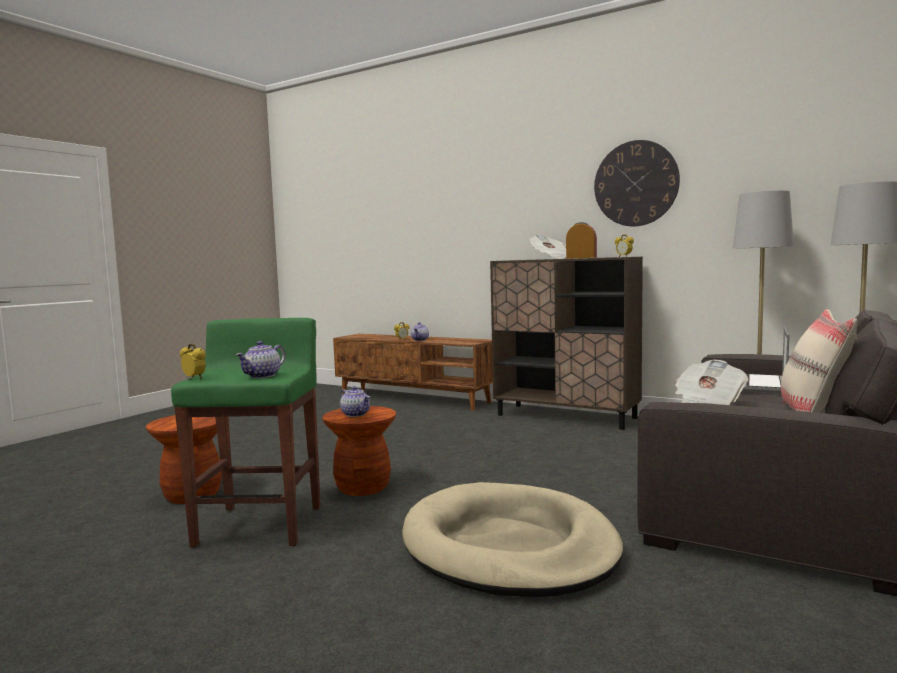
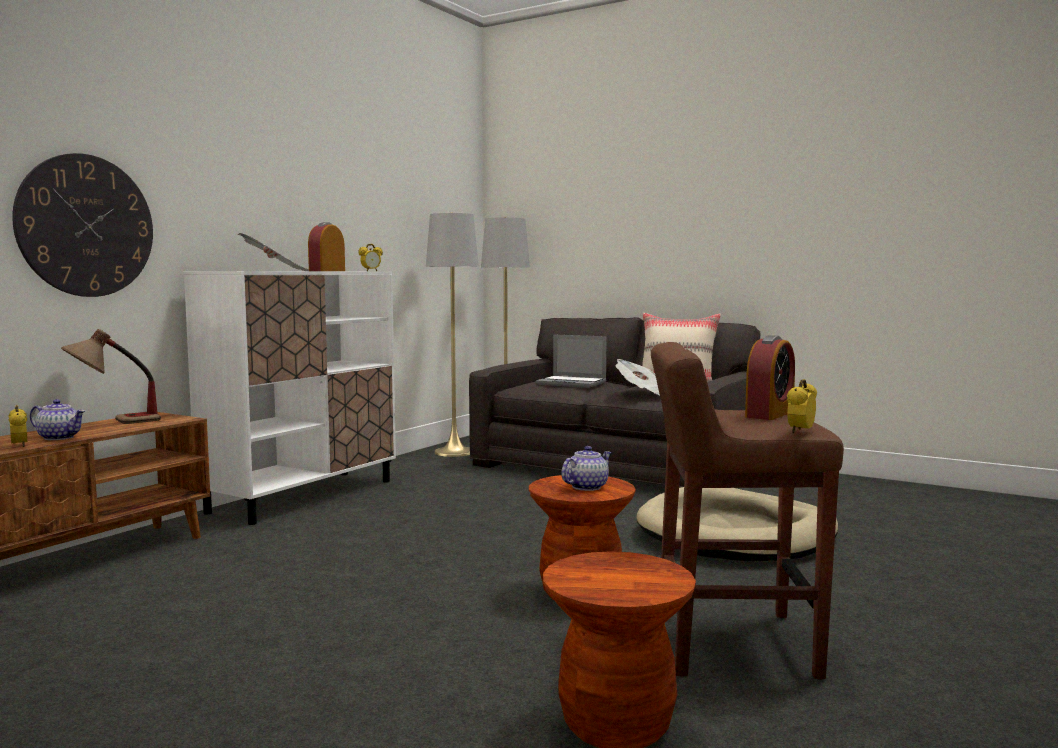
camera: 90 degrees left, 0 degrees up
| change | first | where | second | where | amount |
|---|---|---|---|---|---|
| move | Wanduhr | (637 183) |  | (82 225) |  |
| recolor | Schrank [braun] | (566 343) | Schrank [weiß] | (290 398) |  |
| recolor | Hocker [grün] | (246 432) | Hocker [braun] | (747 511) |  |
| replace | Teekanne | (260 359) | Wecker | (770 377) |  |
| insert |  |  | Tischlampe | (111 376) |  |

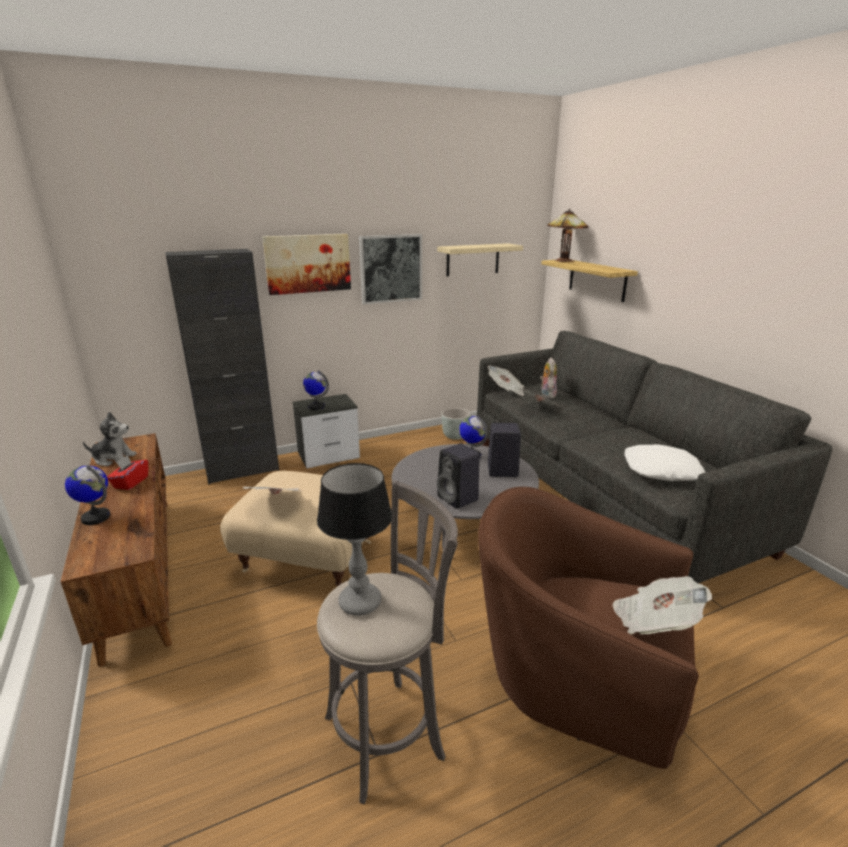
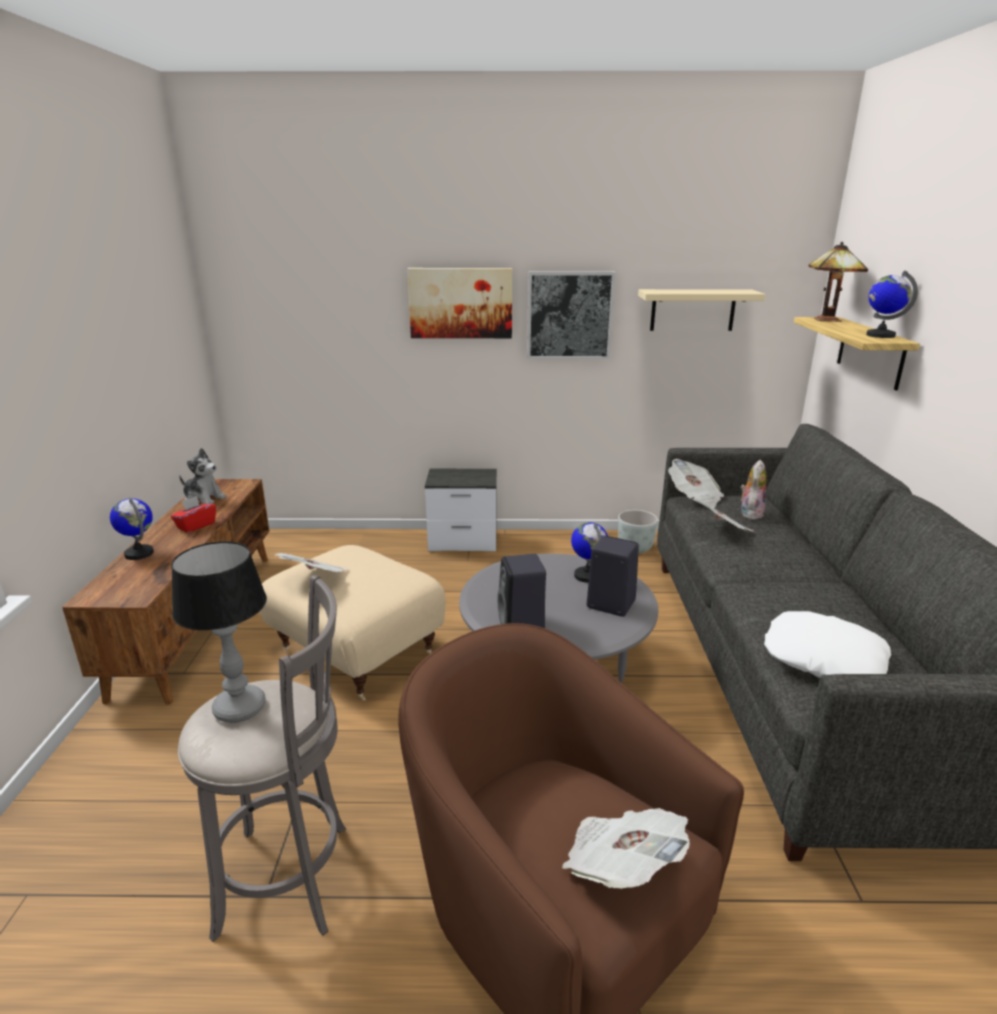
camera: 25 degrees right, 0 degrees up
| change | first | where | second | where | amount |
|---|---|---|---|---|---|
| delete | Schrank [schwarz] | (222 366) |  |  |  |
| move | Globus | (316 390) |  | (892 304) |  |

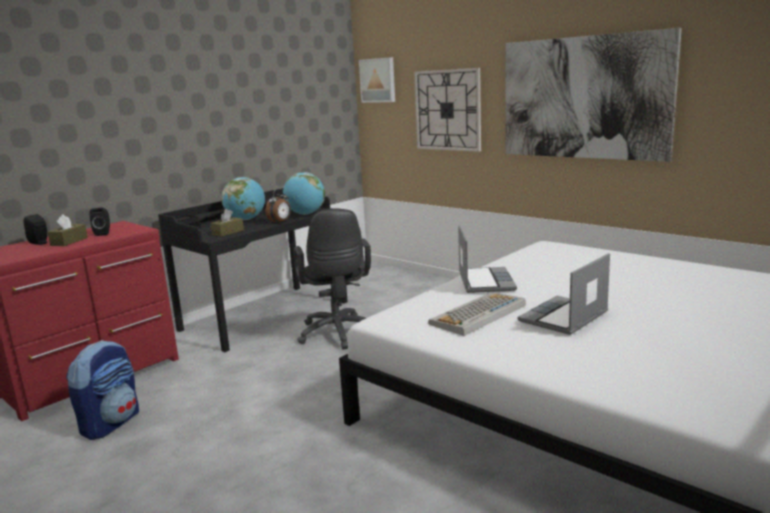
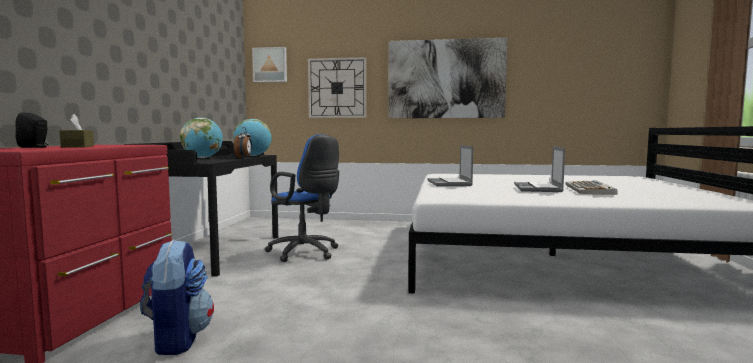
camera: 35 degrees left, 10 degrees down
| change | first | where | second | where | amount |
|---|---|---|---|---|---|
| delete | Lautsprecher [schwarz] | (99 222) |  |  |  |
| recolor | Bürostuhl [schwarz] | (332 279) | Bürostuhl [blau] | (302 198) |  |
| delete | Taschentuchbox [braun] | (227 223) |  |  |  |
| rotate | Laptop | (487 259) |  | (450 165) | 150 degrees counterclockwise |
| move | Tastatur | (477 314) |  | (591 187) |  |

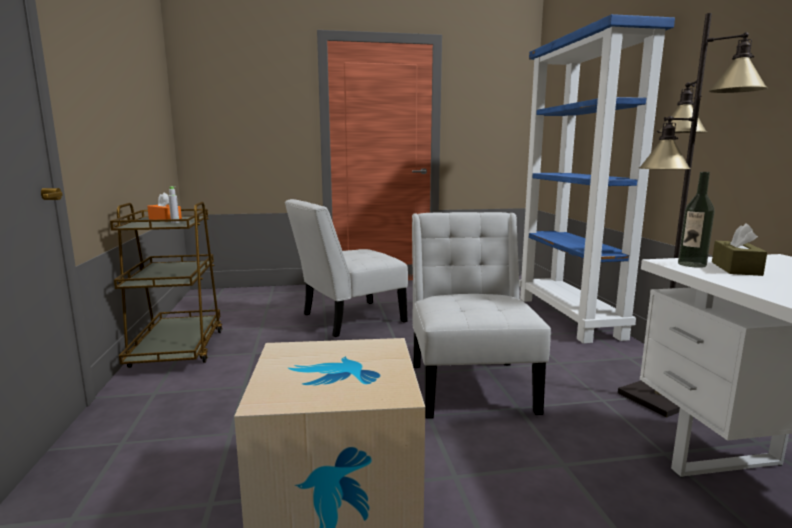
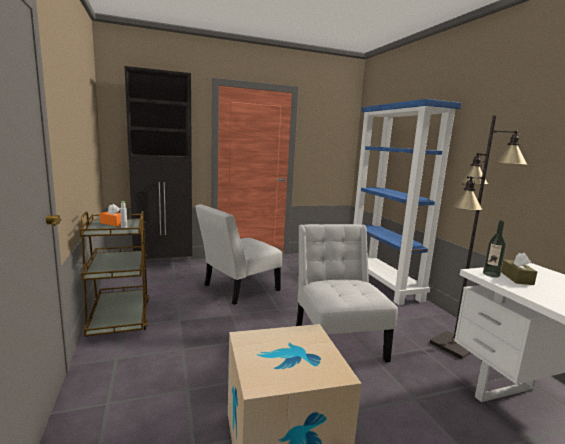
camera: 10 degrees left, 0 degrees up
| change | first | where | second | where | amount |
|---|---|---|---|---|---|
| insert |  |  | Schrank [schwarz] | (158 167) |  |

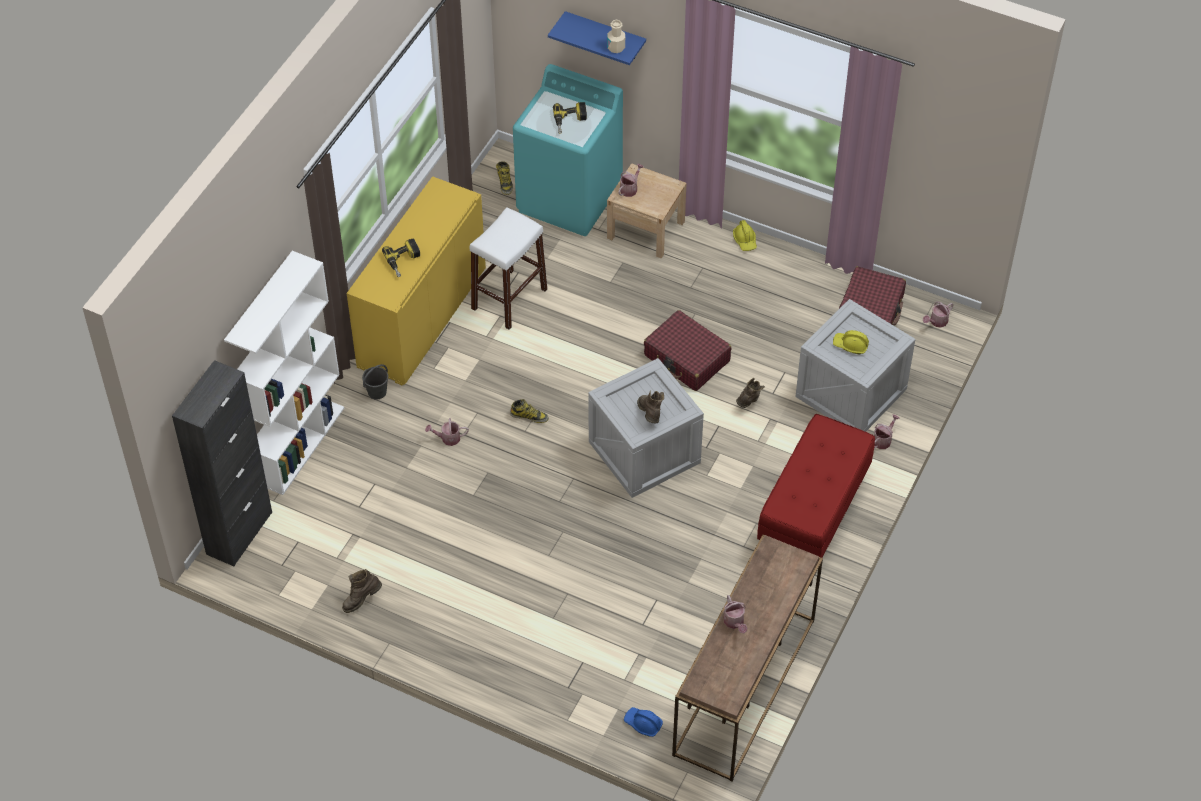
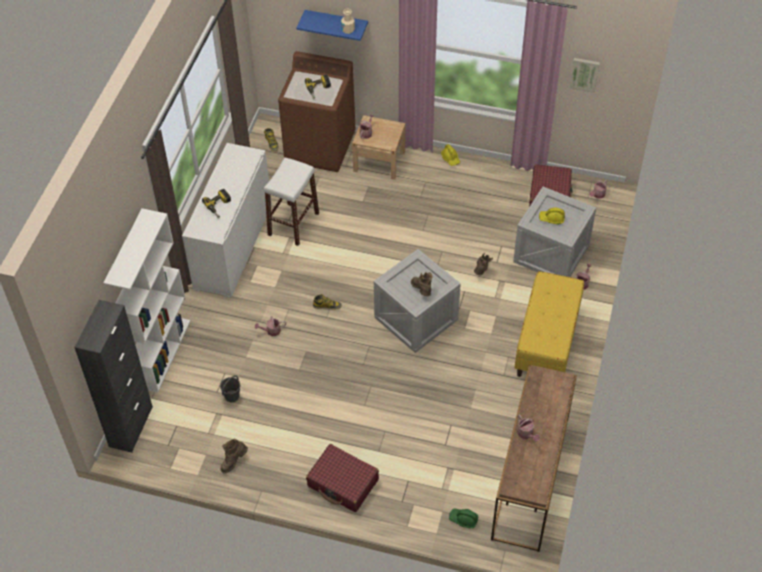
camera: 10 degrees left, 0 degrees up
| change | first | where | second | where | amount |
|---|---|---|---|---|---|
| recolor | Waschmaschine [türkis] | (568 150) | Waschmaschine [braun] | (317 111) |  |
| recolor | Schrank [gelb] | (416 281) | Schrank [weiß] | (227 220) |  |
| move | Koffer [rot] | (687 350) |  | (342 478) |  |
| move | Eimer [grau] | (375 382) |  | (230 388) |  |
| recolor | Bank [rot] | (816 486) | Bank [gelb] | (549 324) |  |
| recolor | Schutzhelm [blau] | (643 722) | Schutzhelm [grün] | (463 518) |  |
| insert |  |  | Bild | (585 75) |  |

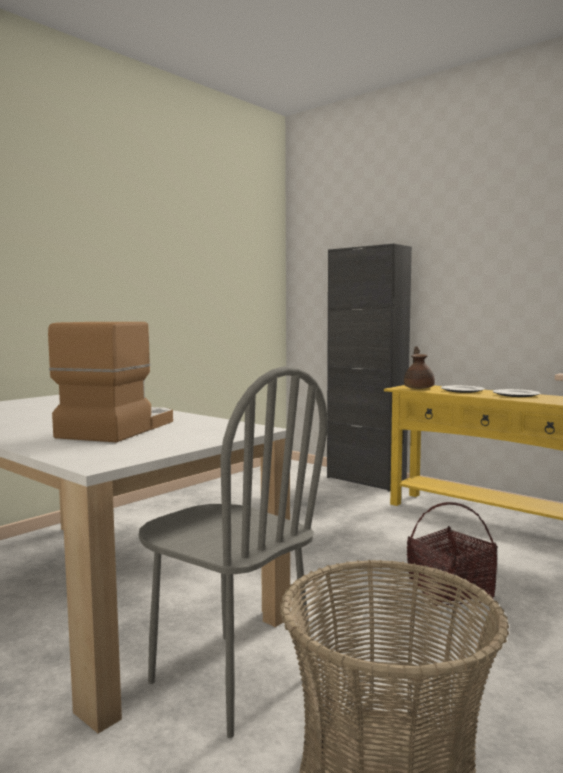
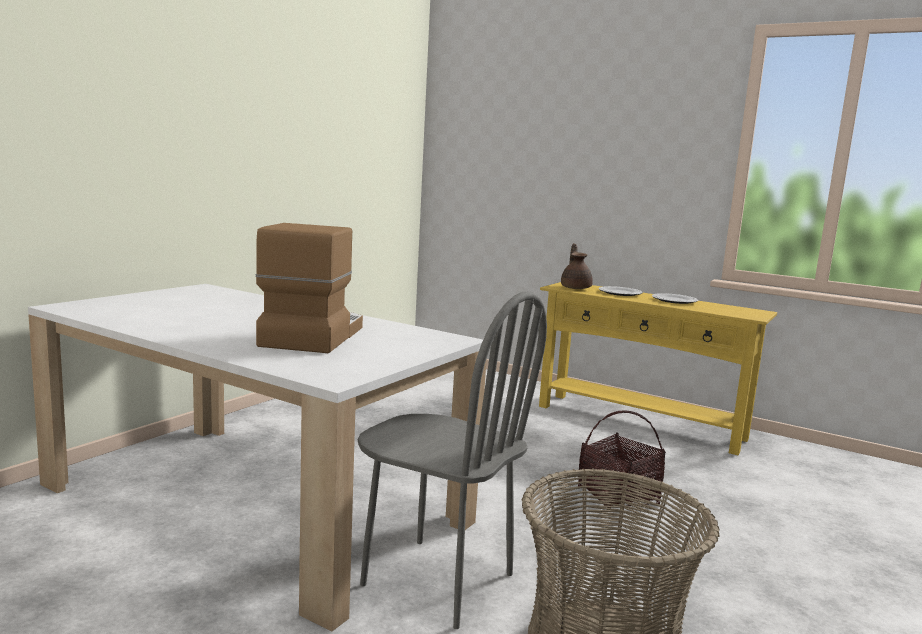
camera: 10 degrees left, 5 degrees up
| change | first | where | second | where | amount |
|---|---|---|---|---|---|
| delete | Schrank [schwarz] | (369 367) |  |  |  |

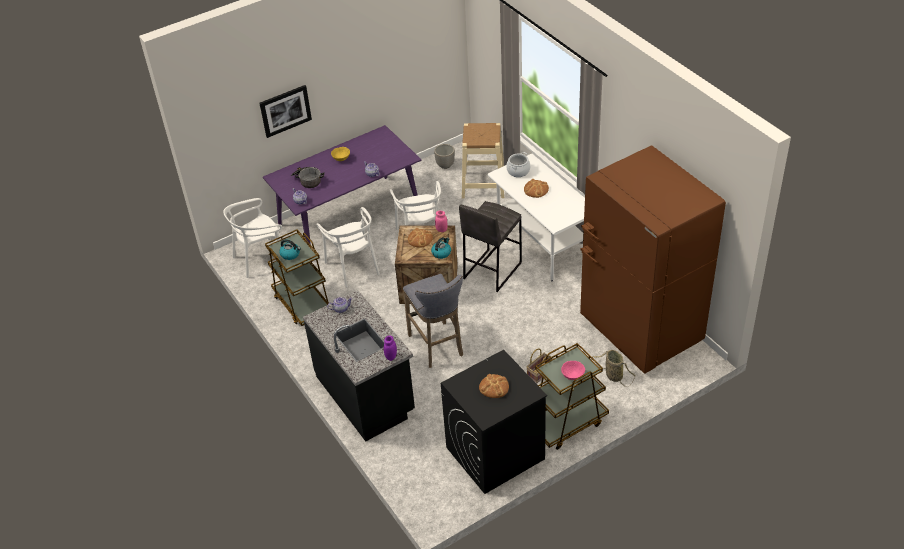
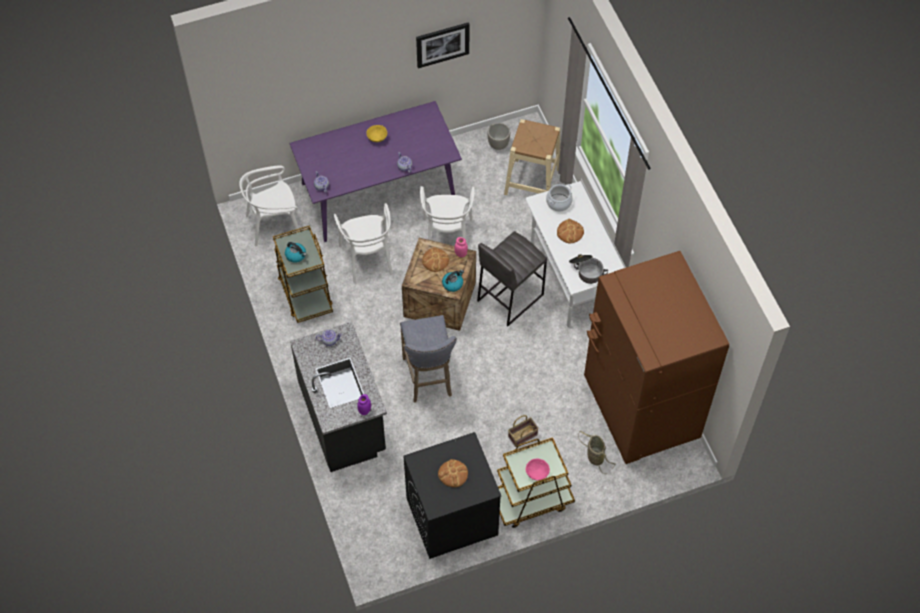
camera: 10 degrees right, 15 degrees up
| change | first | where | second | where | amount |
|---|---|---|---|---|---|
| move | Bild | (285 111) |  | (443 45) |  |
| move | Kochtopf | (307 177) |  | (588 269) |  |

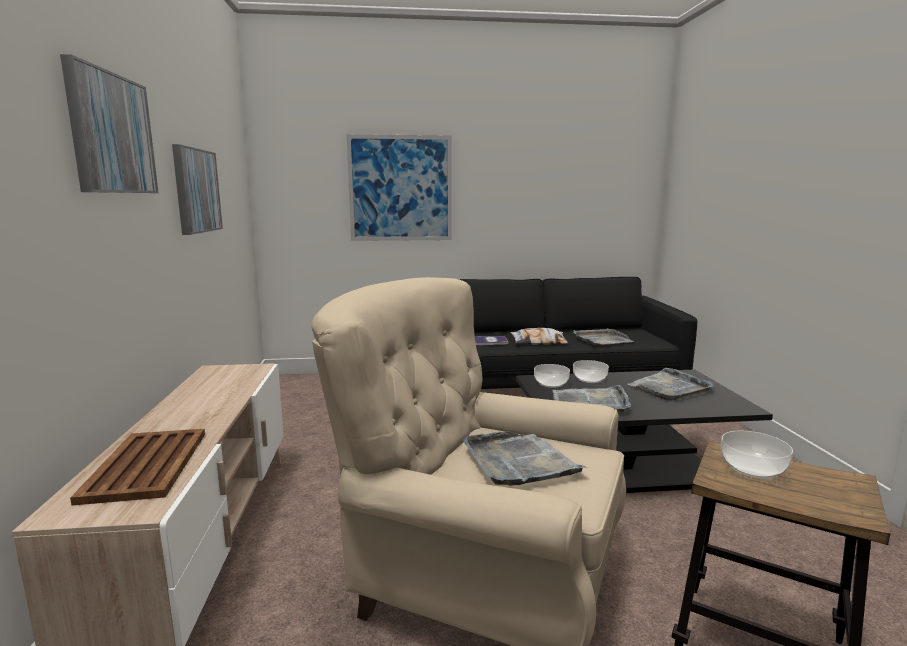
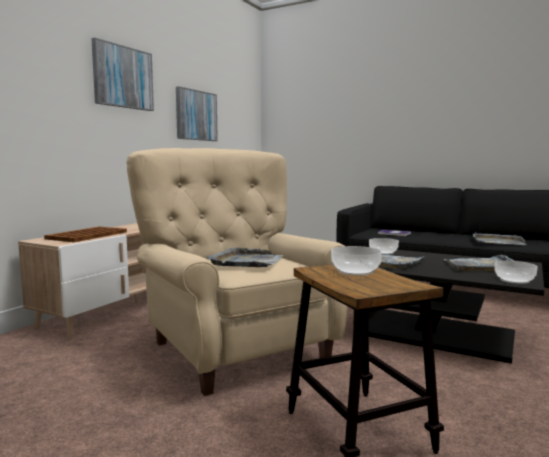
camera: 35 degrees right, 5 degrees down
| change | first | where | second | where | amount |
|---|---|---|---|---|---|
| delete | Bild | (399 187) |  |  |  |
| delete | Kissen | (539 336) |  |  |  |
| move | Schüssel | (591 371) |  | (516 272) |  |

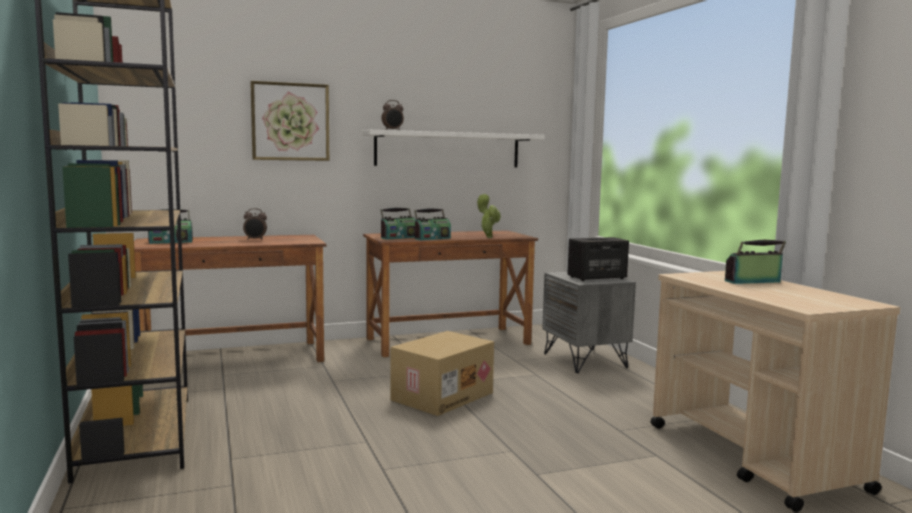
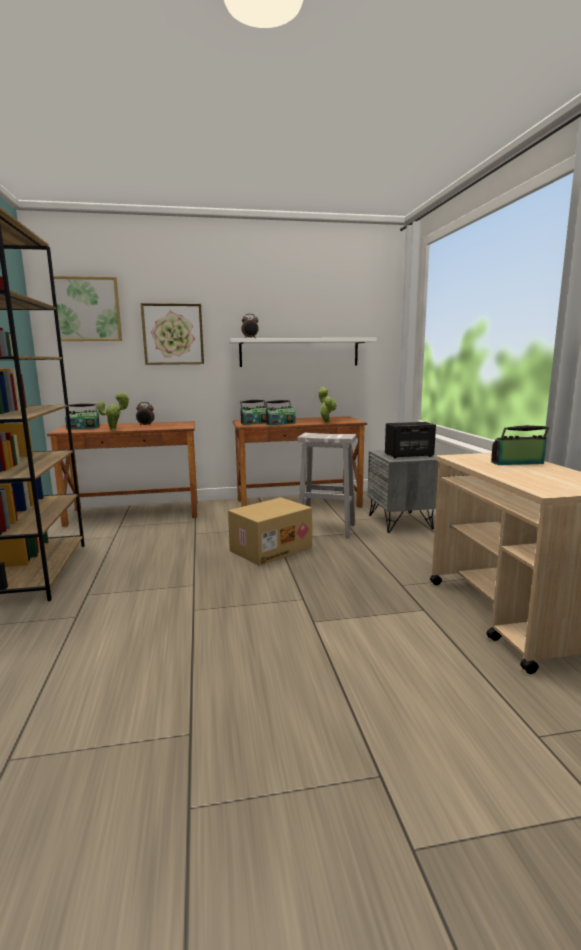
camera: 10 degrees right, 5 degrees up
| change | first | where | second | where | amount |
|---|---|---|---|---|---|
| insert |  |  | Bild | (87 308) |  |
| insert |  |  | Topfpflanze | (113 411) |  |
| insert |  |  | Hocker [weiß] | (327 485) |  |

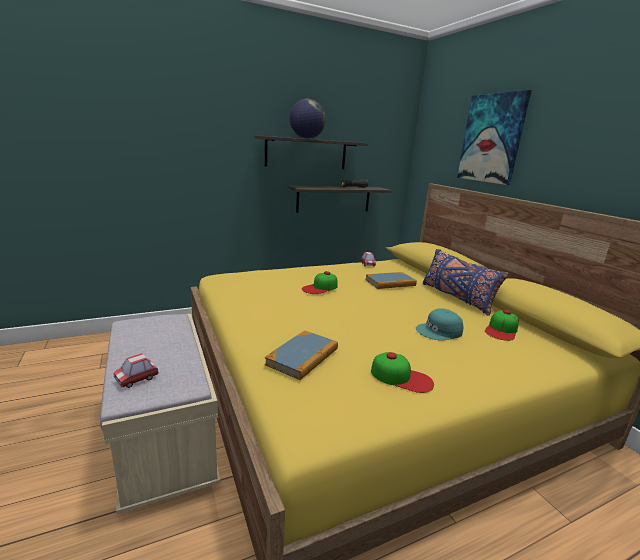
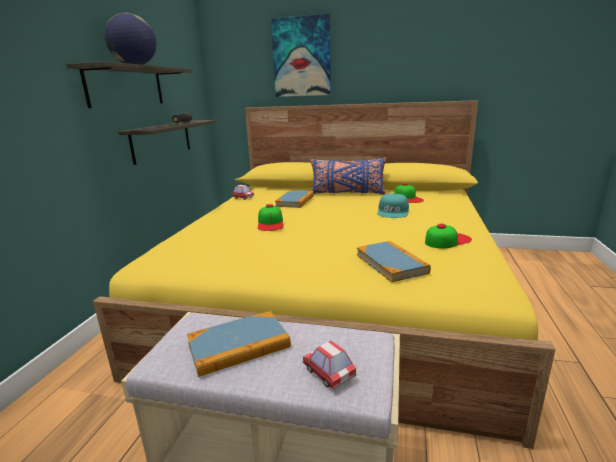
camera: 50 degrees left, 0 degrees up
| change | first | where | second | where | amount |
|---|---|---|---|---|---|
| rotate | Spielzeugauto | (136 370) |  | (330 365) | 150 degrees clockwise |
| insert |  |  | Buch | (239 344) |  |

